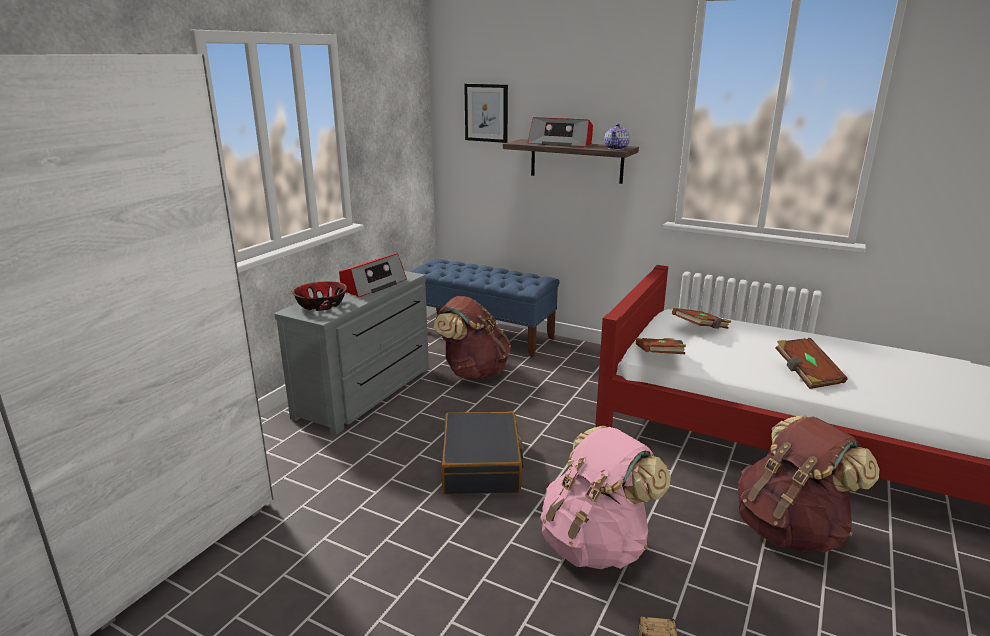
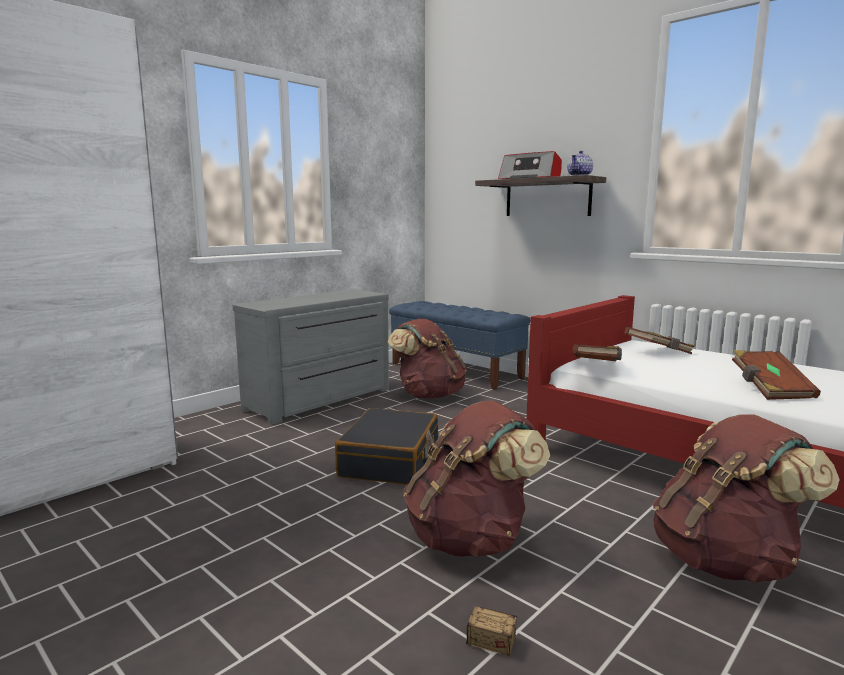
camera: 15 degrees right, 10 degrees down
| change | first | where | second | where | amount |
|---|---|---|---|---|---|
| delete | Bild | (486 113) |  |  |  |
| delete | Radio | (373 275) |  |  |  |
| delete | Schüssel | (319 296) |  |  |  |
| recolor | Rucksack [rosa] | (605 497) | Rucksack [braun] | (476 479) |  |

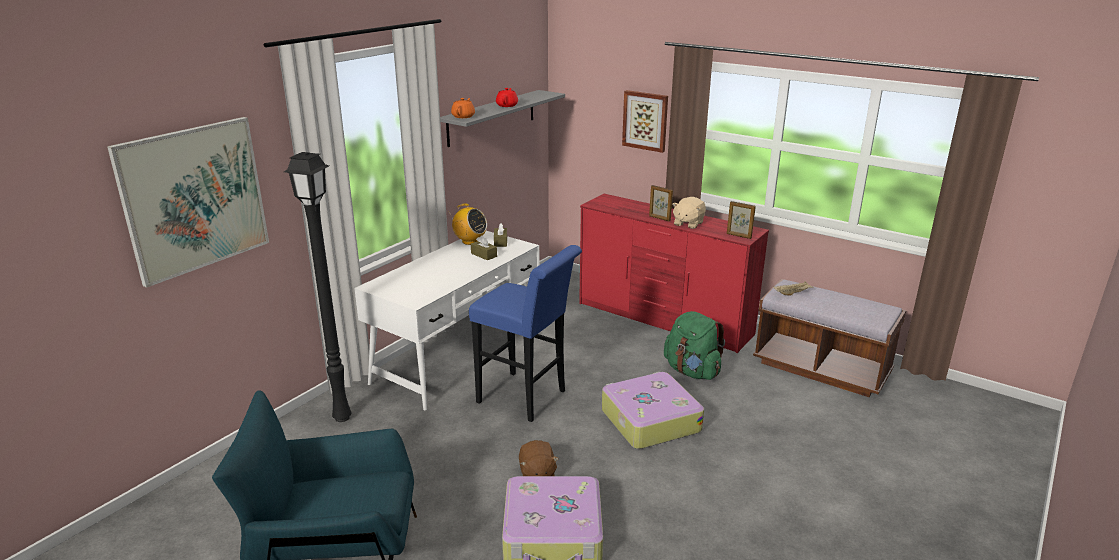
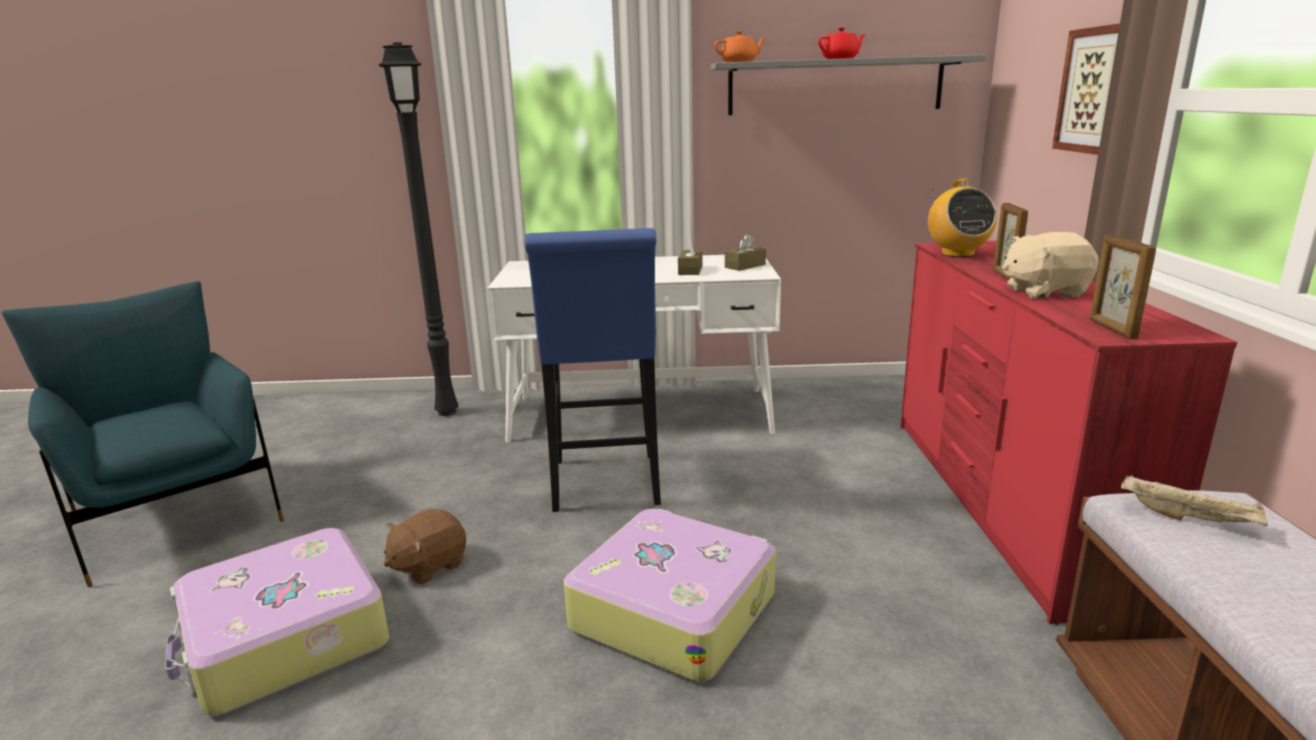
camera: 55 degrees right, 5 degrees down
| change | first | where | second | where | amount |
|---|---|---|---|---|---|
| delete | Bild | (188 202) |  |  |  |
| move | Radio | (468 224) |  | (962 218) |  |
| delete | Rucksack [grün] | (694 345) |  |  |  |

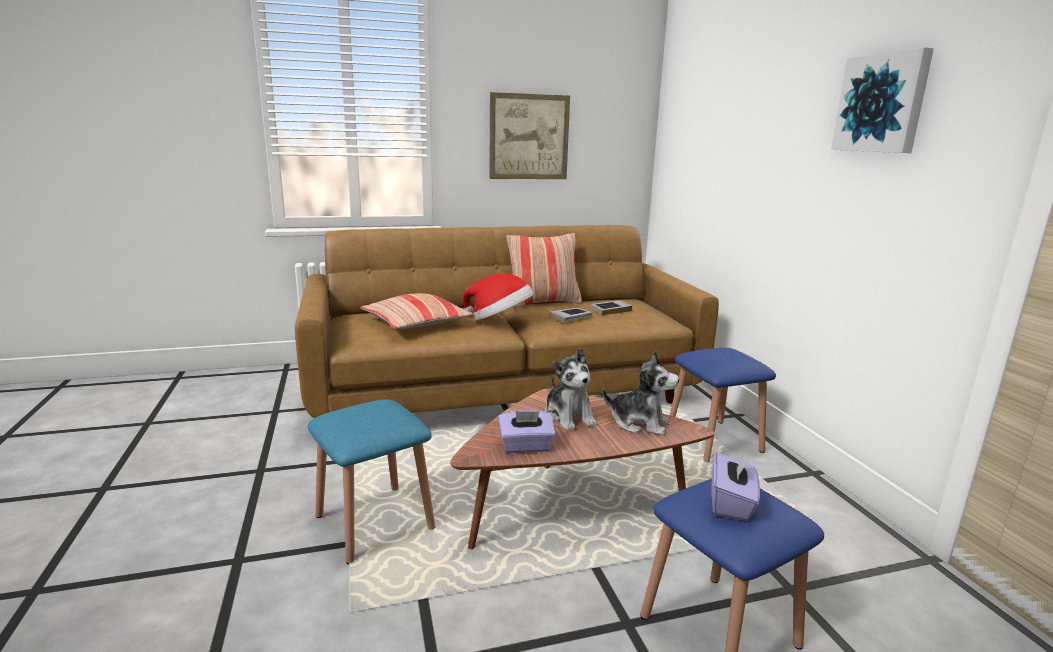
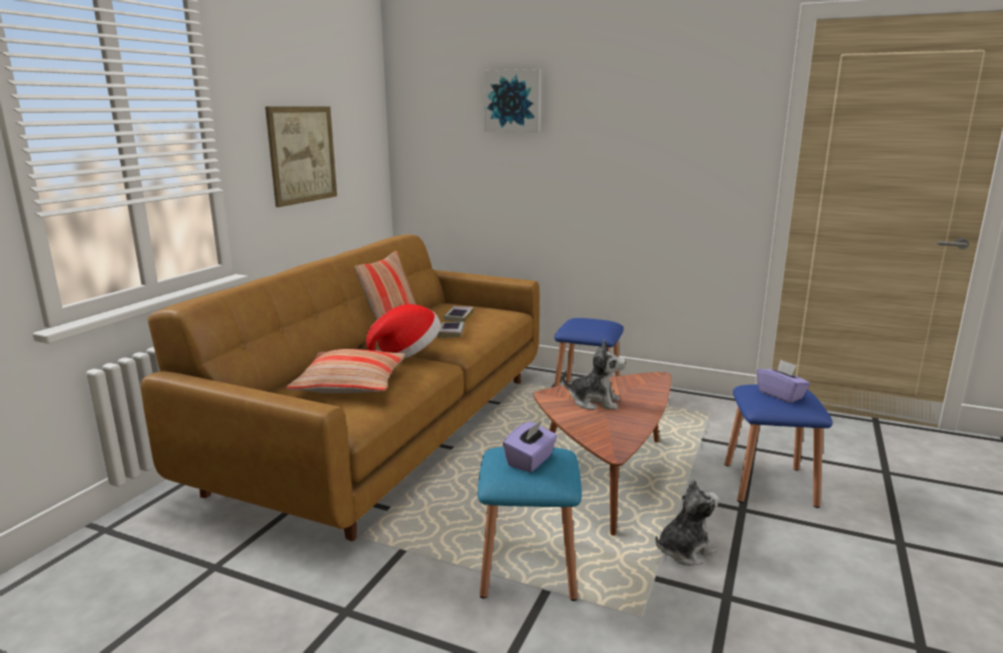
camera: 50 degrees left, 0 degrees up
| change | first | where | second | where | amount |
|---|---|---|---|---|---|
| move | Bild | (882 100) |  | (513 100) |  |
| move | Plüschtier | (640 393) |  | (687 522) |  |
| move | Taschentuchbox [lila] | (527 431) |  | (530 446) |  |

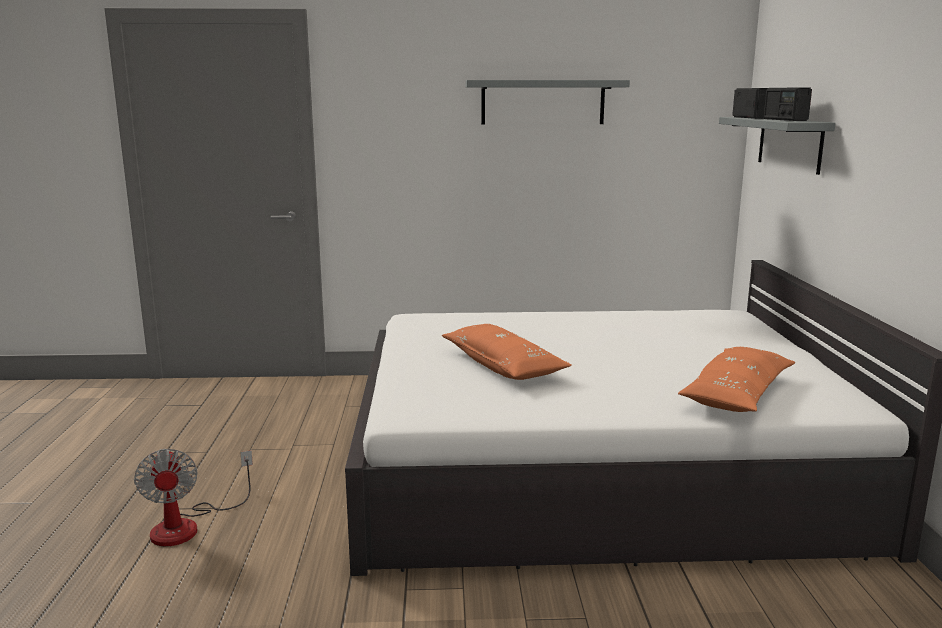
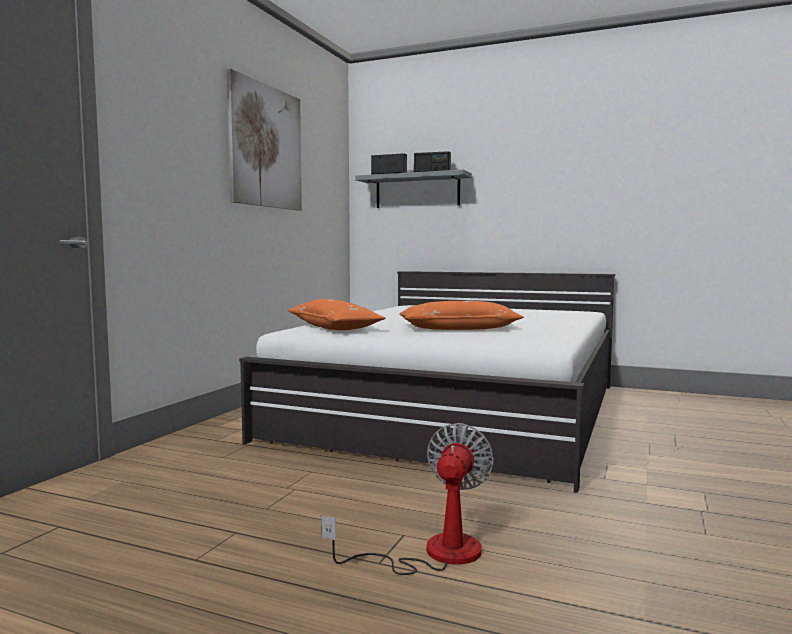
camera: 65 degrees left, 10 degrees down
| change | first | where | second | where | amount |
|---|---|---|---|---|---|
| replace | Wandregal [grau] | (548 102) | Bild | (264 140) |  |
| move | Kissen [orange] | (736 379) |  | (336 314) |  |
| rotate | Ventilator | (193 497) |  | (407 499) | 75 degrees counterclockwise |

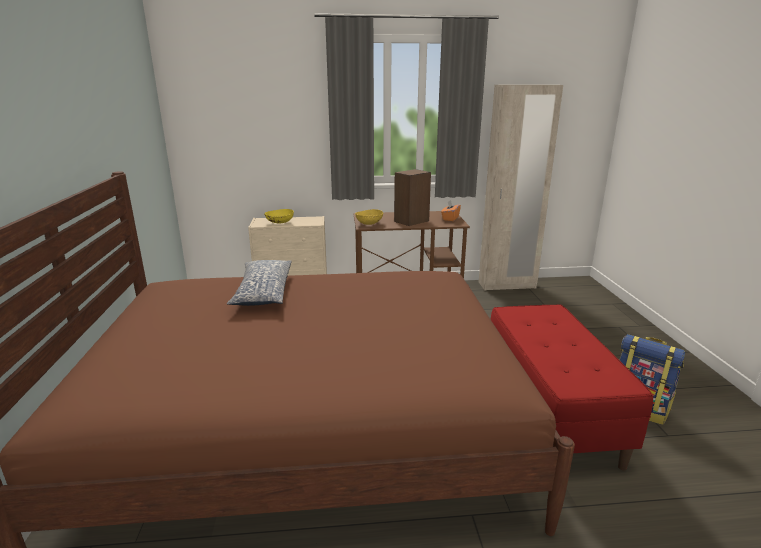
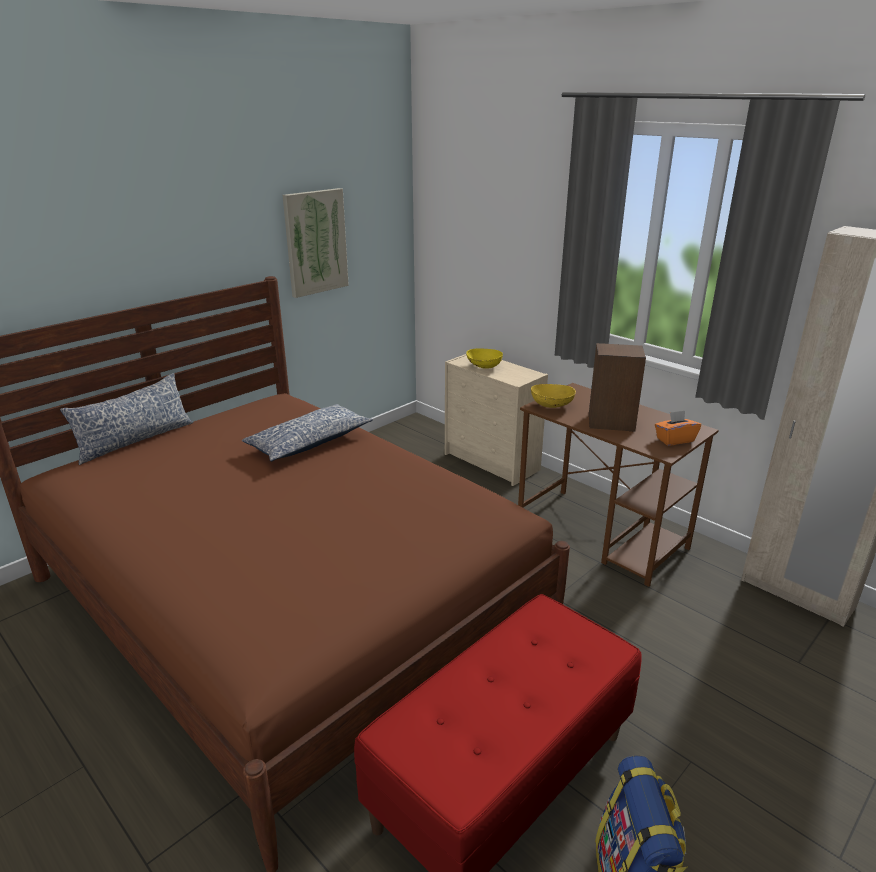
camera: 50 degrees right, 5 degrees up
| change | first | where | second | where | amount |
|---|---|---|---|---|---|
| insert |  |  | Bild | (316 243) |  |
| insert |  |  | Kissen | (126 419) |  |

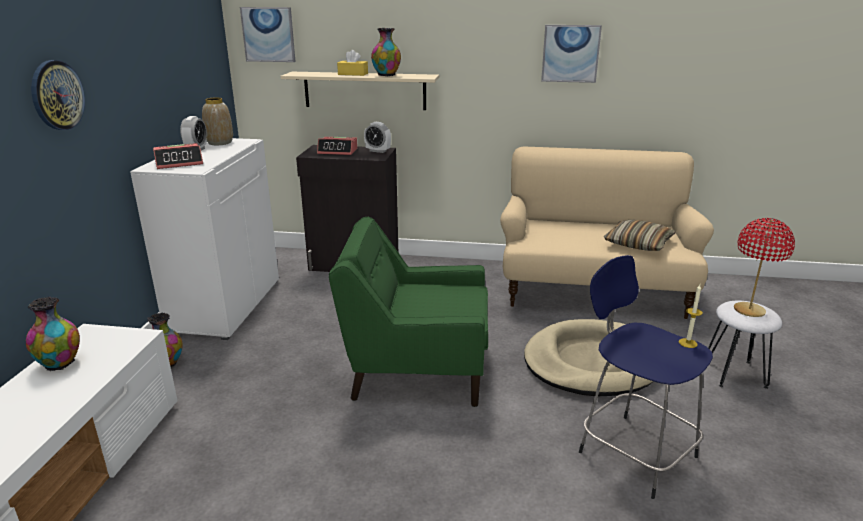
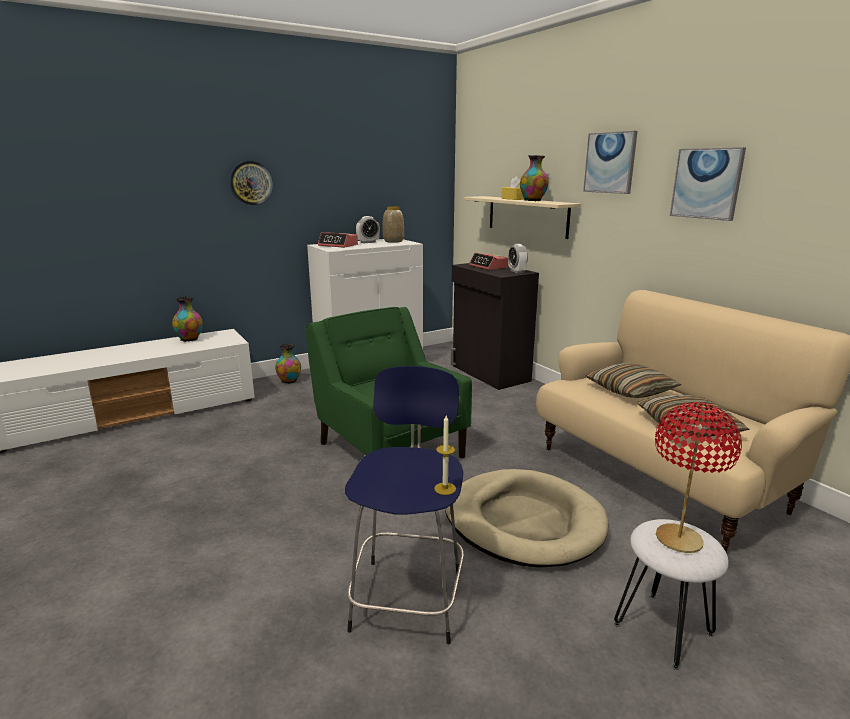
camera: 50 degrees right, 5 degrees down
| change | first | where | second | where | amount |
|---|---|---|---|---|---|
| move | Bild | (268 34) |  | (610 162) |  |
| insert |  |  | Kissen | (633 380) |  |

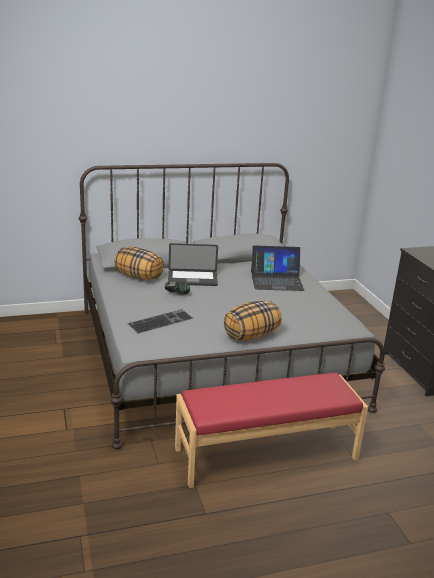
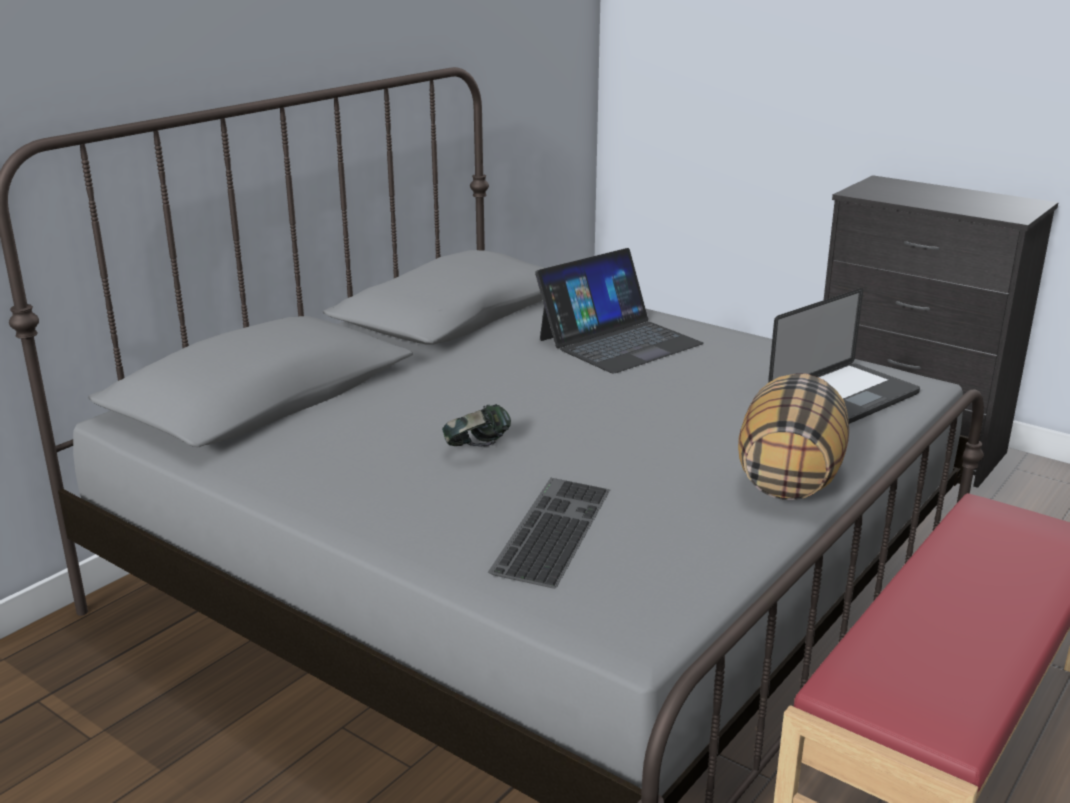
camera: 35 degrees left, 0 degrees up
| change | first | where | second | where | amount |
|---|---|---|---|---|---|
| move | Laptop | (193 264) |  | (844 356) |  |
| delete | Kissen | (139 263) |  |  |  |

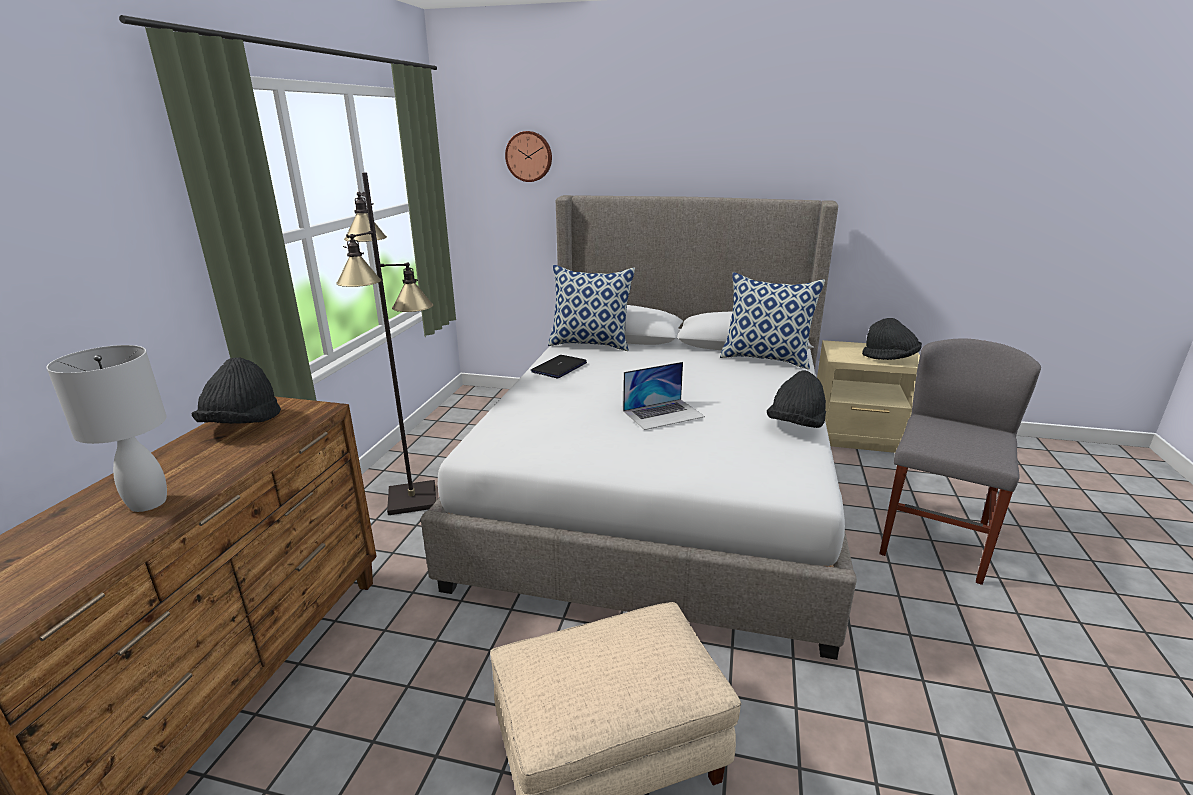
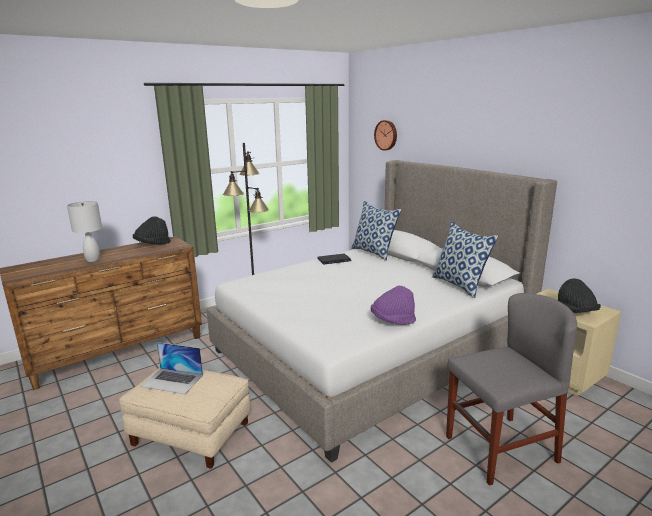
camera: 40 degrees right, 5 degrees down
| change | first | where | second | where | amount |
|---|---|---|---|---|---|
| move | Laptop | (664 396) |  | (172 368) |  |
| recolor | Hut [schwarz] | (796 399) | Hut [lila] | (393 305) |  |

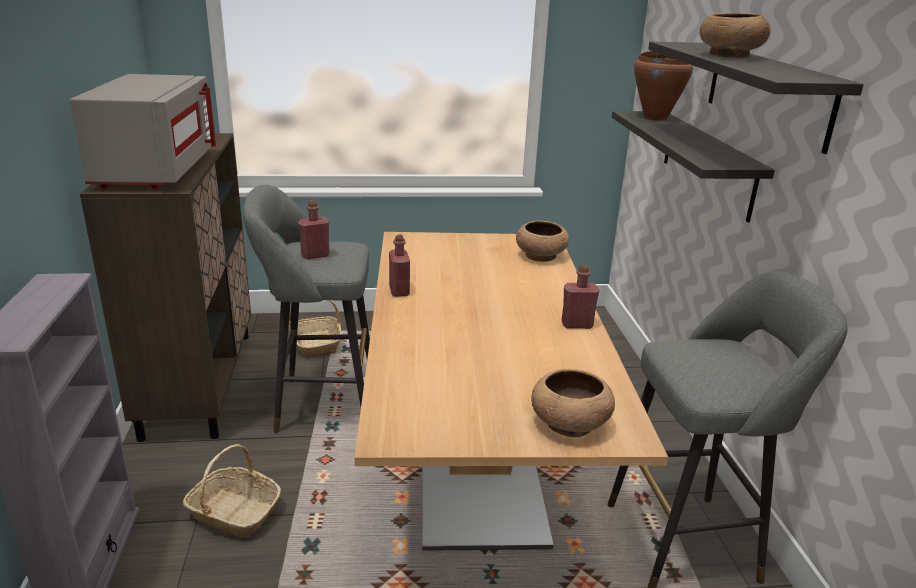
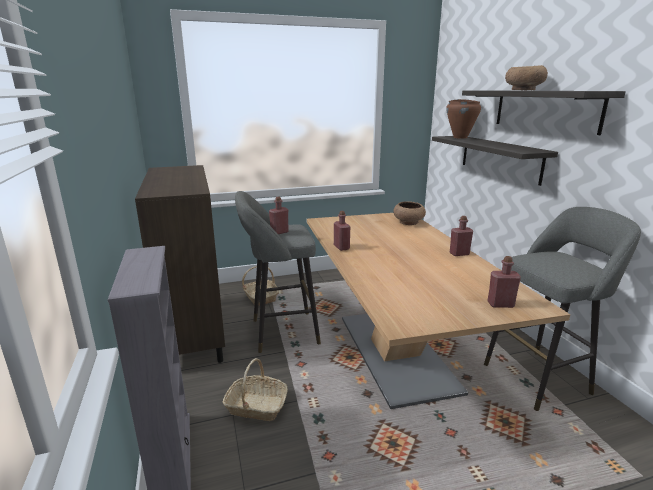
camera: 10 degrees left, 5 degrees down
| change | first | where | second | where | amount |
|---|---|---|---|---|---|
| delete | Mikrowelle [grau] | (142 131) |  |  |  |
| replace | Schüssel [braun] | (573 403) | Flasche [rot] | (504 282) |  |

